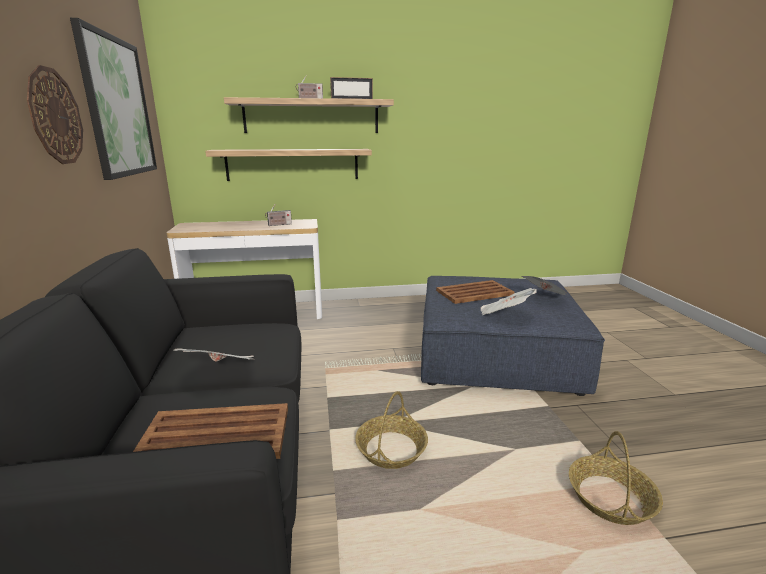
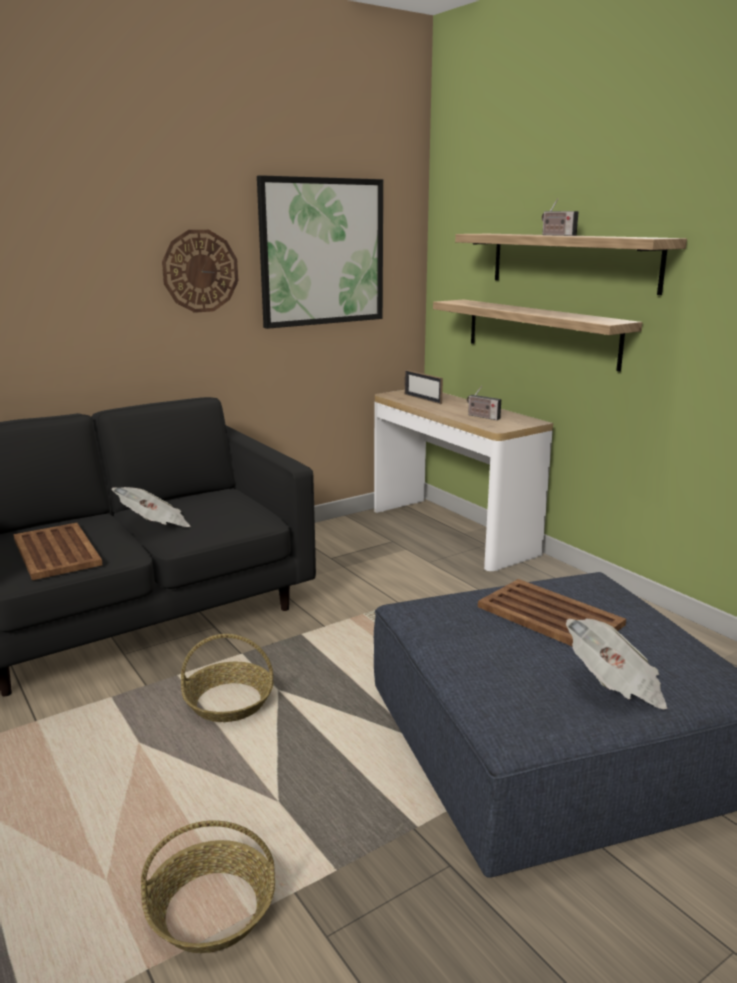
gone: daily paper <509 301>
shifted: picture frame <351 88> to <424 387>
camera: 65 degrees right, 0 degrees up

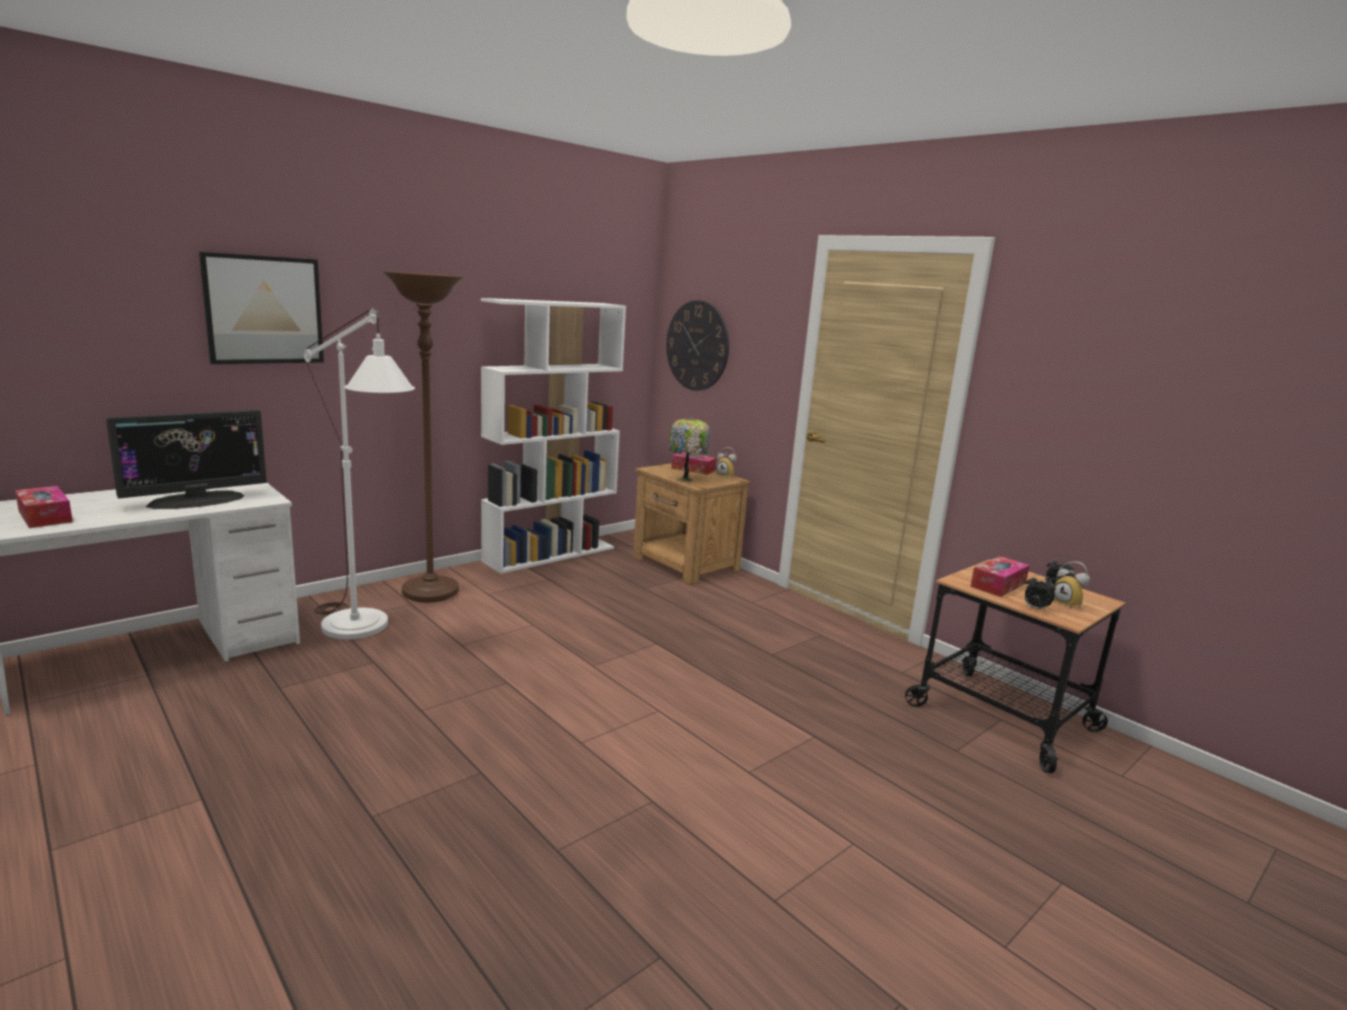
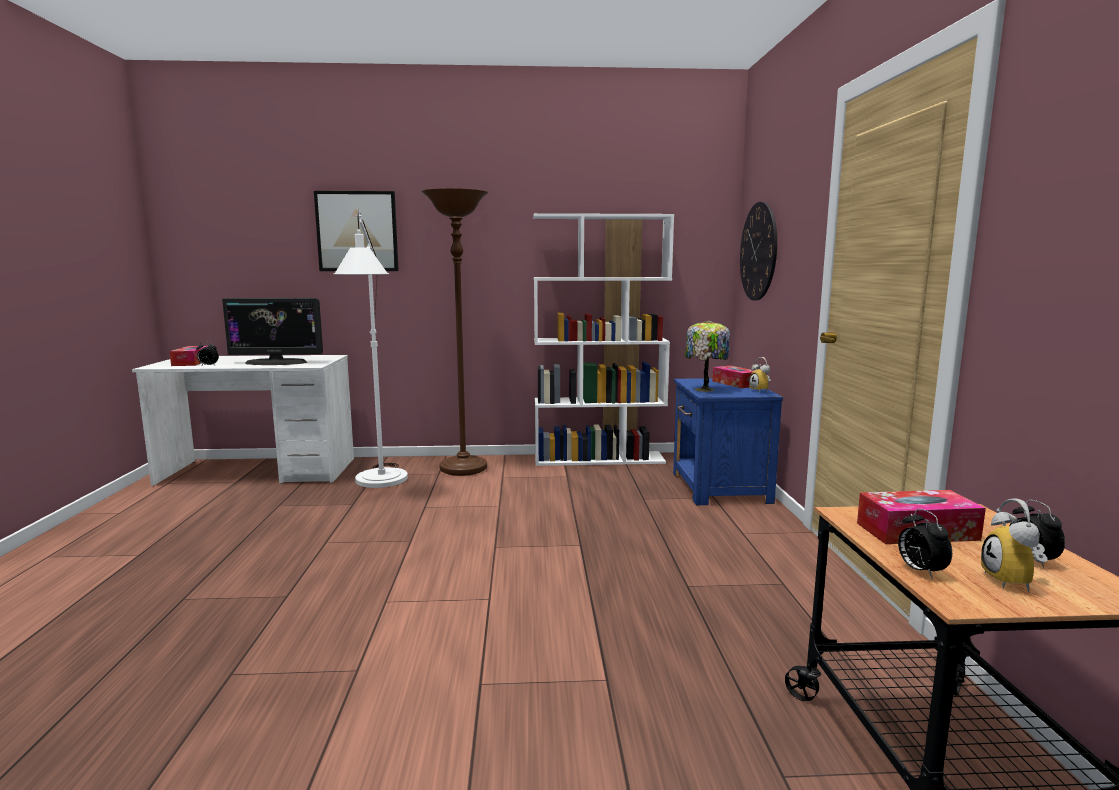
new: bedside clock <207 353>
repainted: nightstand/brown-coloured <691 524> to nightstand/blue <728 441>
camera: 40 degrees right, 5 degrees down

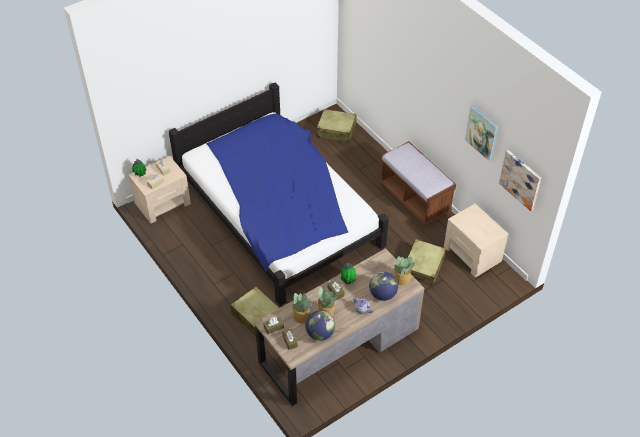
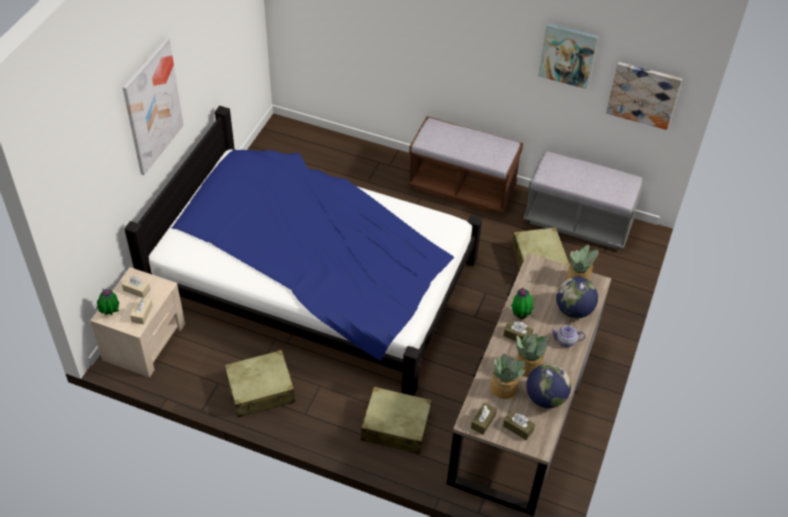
new: wall picture <153 106>
shifted: suitcase/beige-coloured <337 126> to <260 384>
swapped: nightstand/beige-coloured <476 240> to long seat/greyish <584 199>
camera: 35 degrees left, 0 degrees up

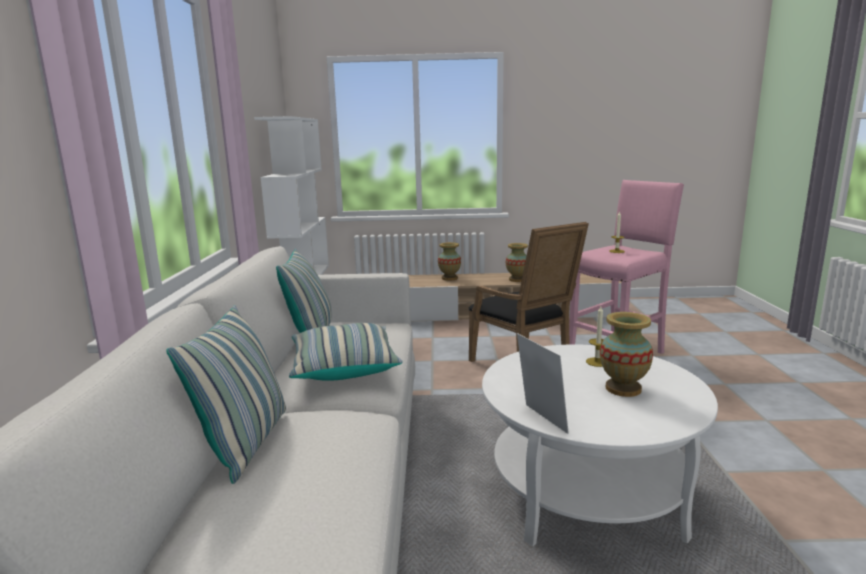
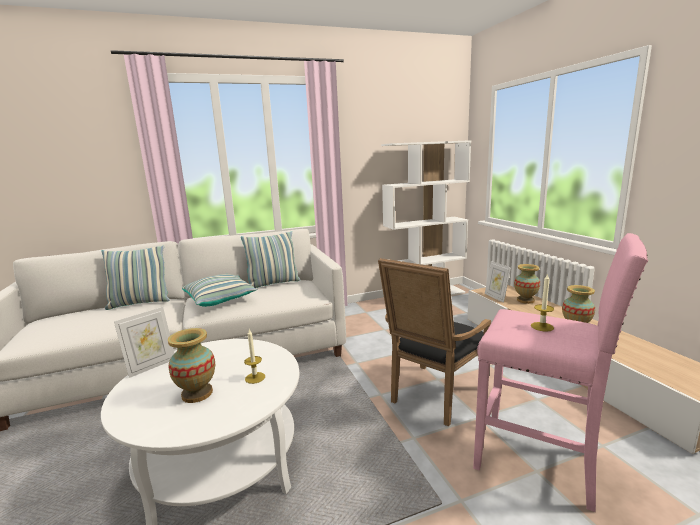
new: picture frame <498 282>
camera: 70 degrees right, 0 degrees up

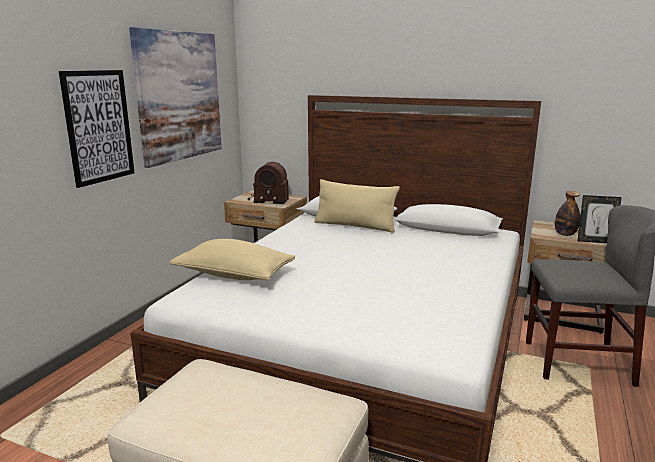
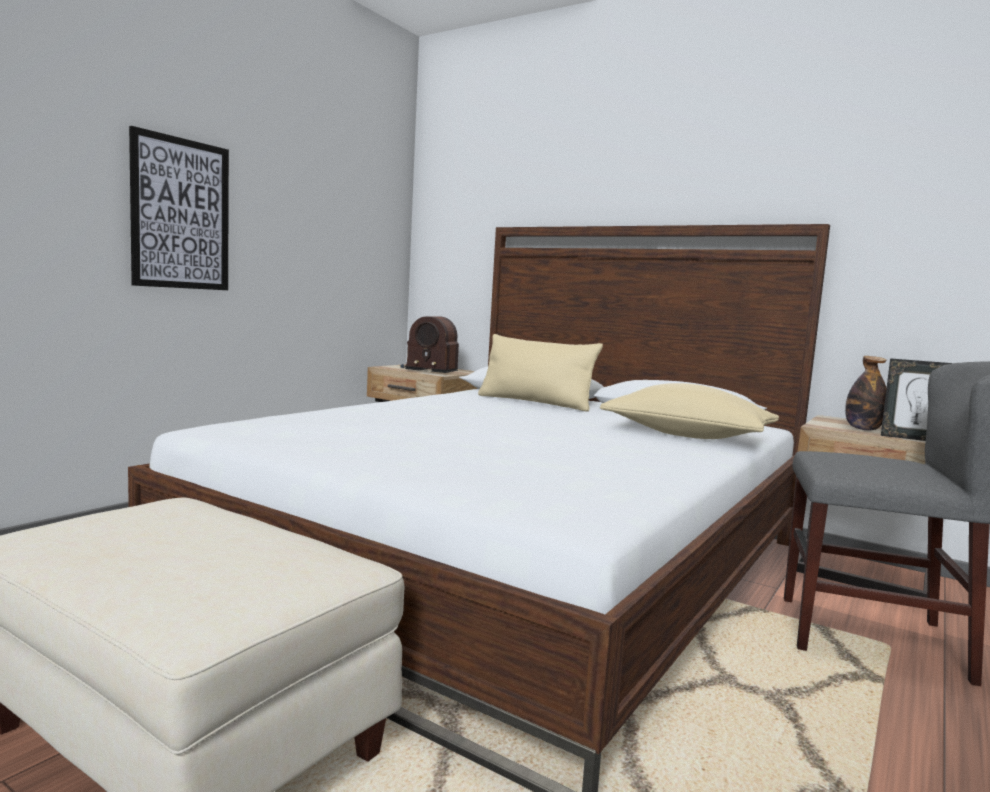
gone: wall picture <175 97>
shifted: throw pillow/beige-coloured <232 259> to <689 411>
camera: 10 degrees right, 10 degrees down

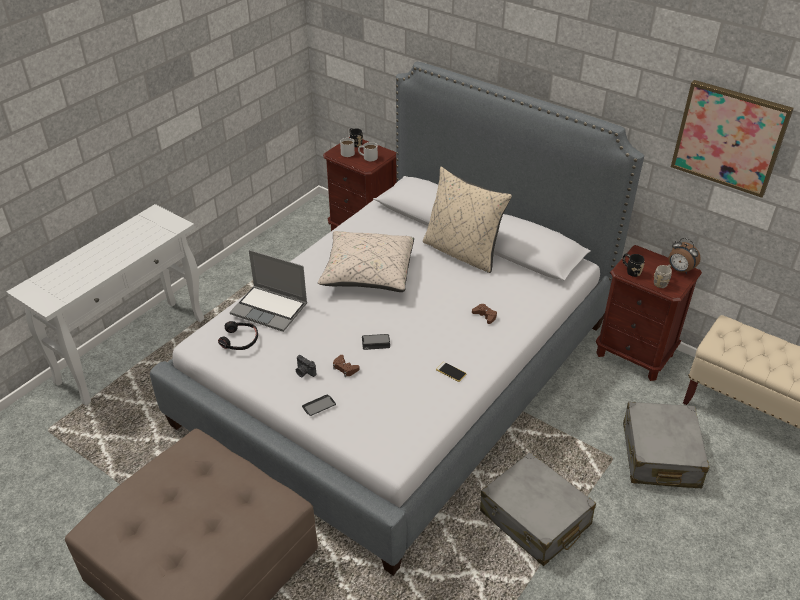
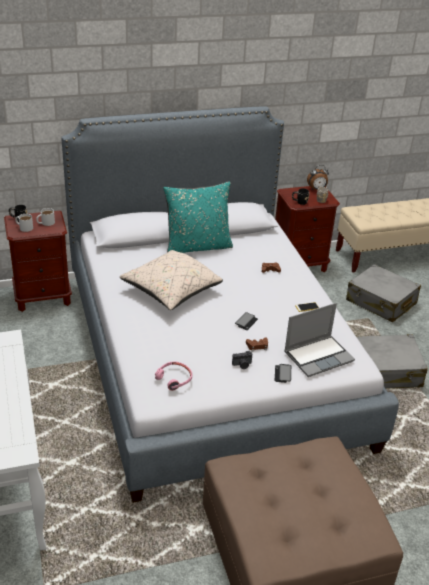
gone: wall picture <732 139>
shifted: notebook computer <268 291> to <319 340>
repainted: headset/black <238 335> to headset/pink-coloured <173 376>; throw pillow/beige-coloured <467 220> to throw pillow/turquoise-coloured <198 217>
camera: 55 degrees left, 5 degrees down

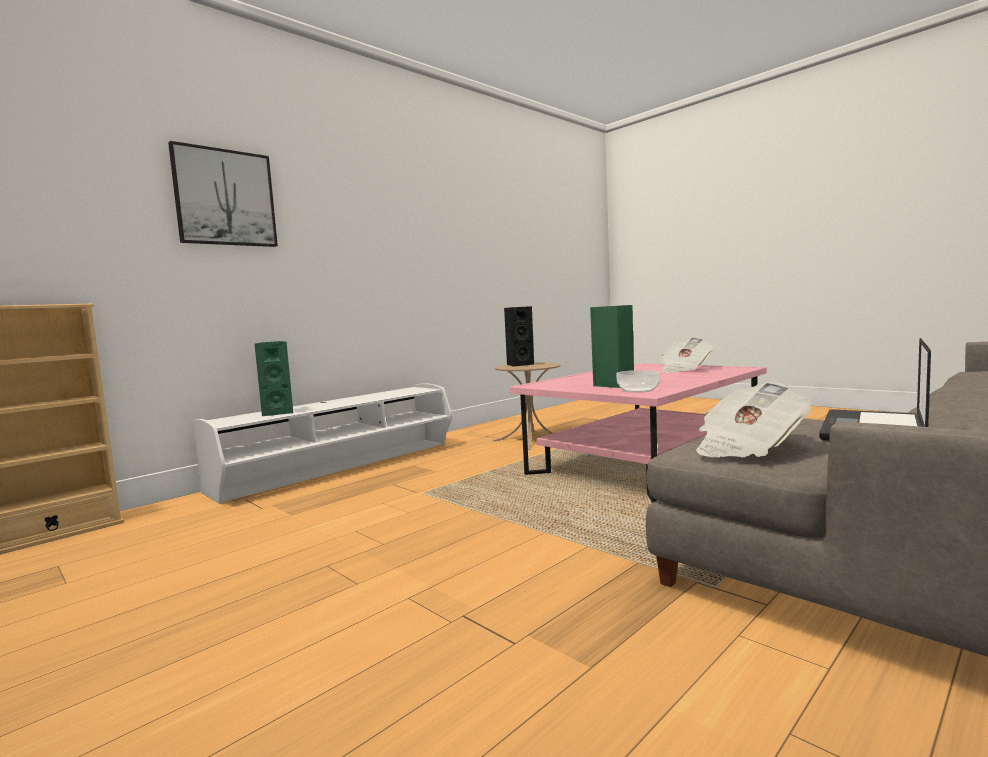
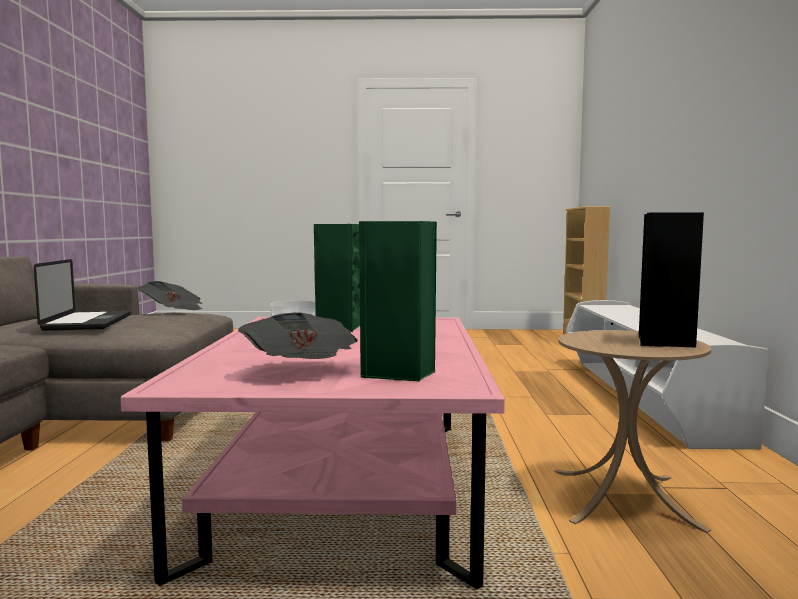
gone: wall picture <223 194>
shifted: audio speaker/green-coloured <273 378> to <398 301>
camera: 135 degrees right, 0 degrees up

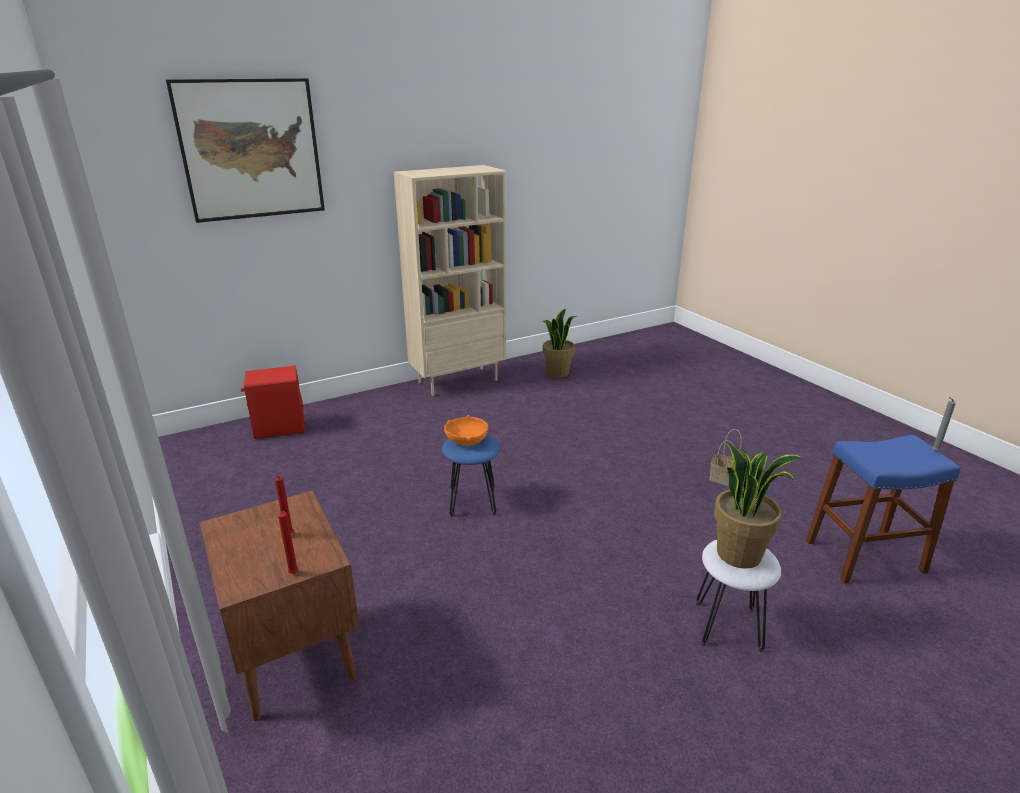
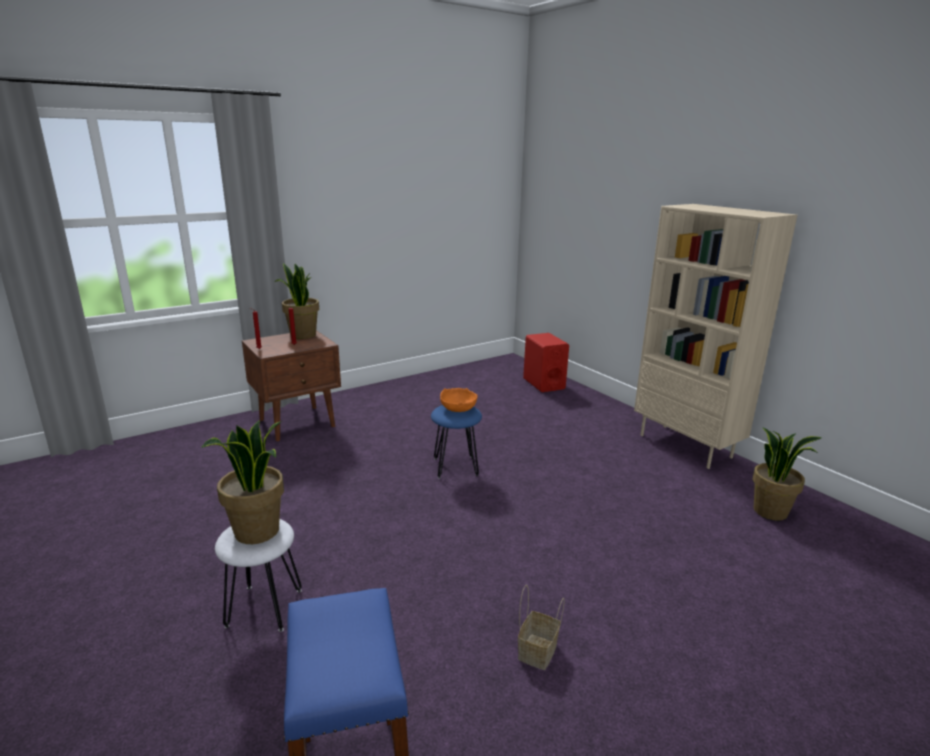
gone: wall picture <245 150>; wax candle/greyish <944 424>
new: houseplant <296 301>
camera: 85 degrees right, 5 degrees down

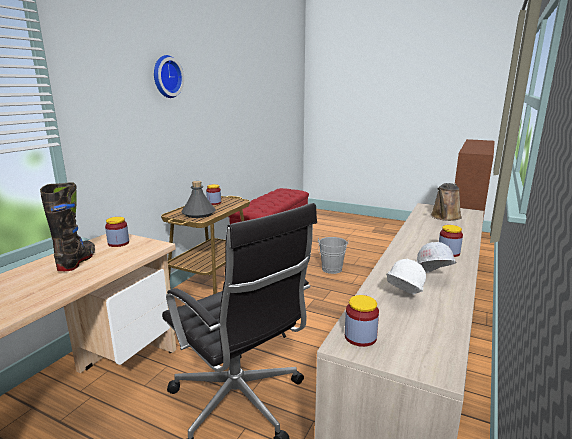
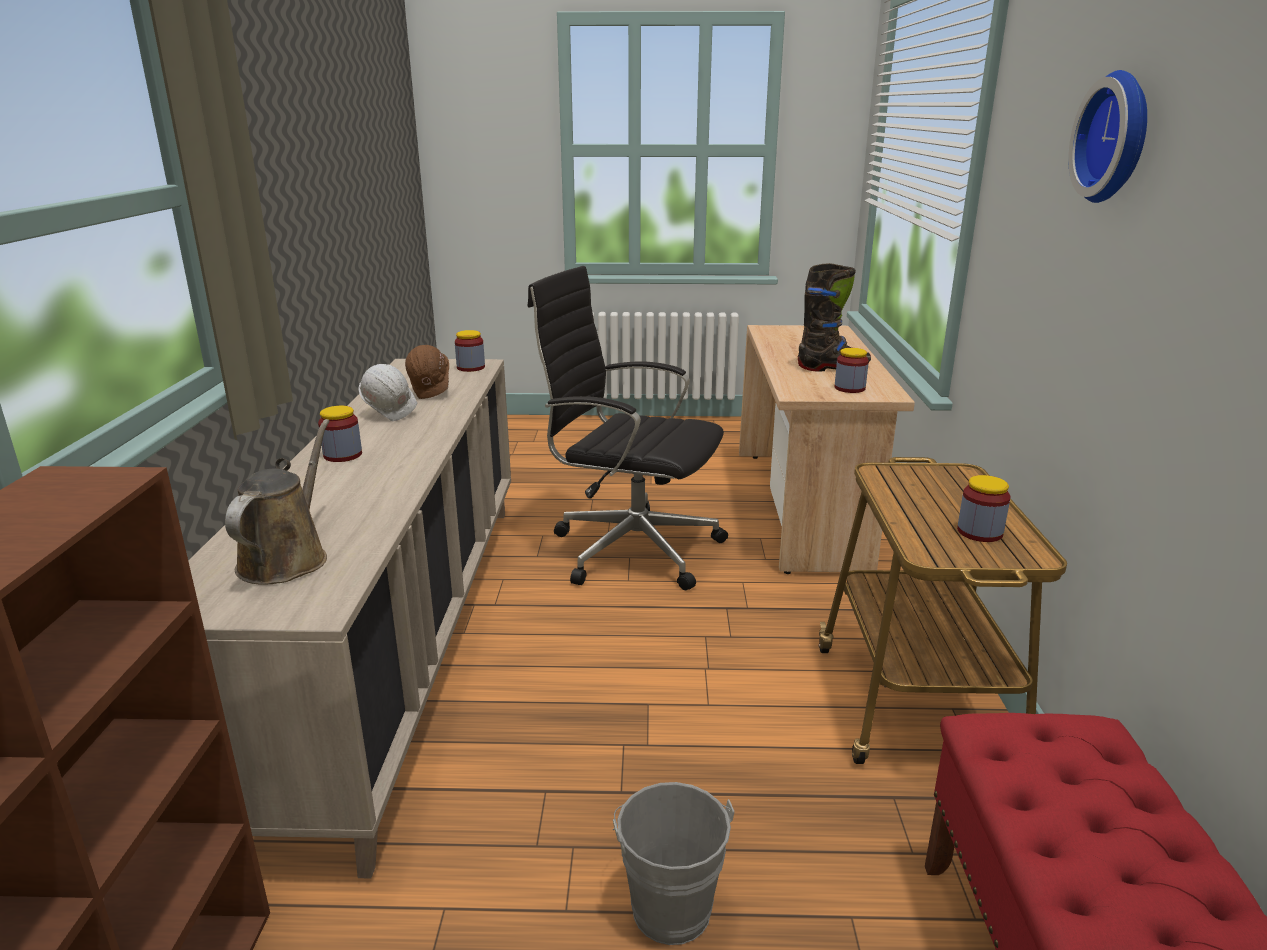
gone: beverage bottle/greyish <198 199>
repainted: hard hat/white <406 277> to hard hat/brown-coloured <427 372>
rotated: tall boot/black <67 226> = <834 317> 75 degrees counterclockwise
camera: 155 degrees right, 5 degrees up

